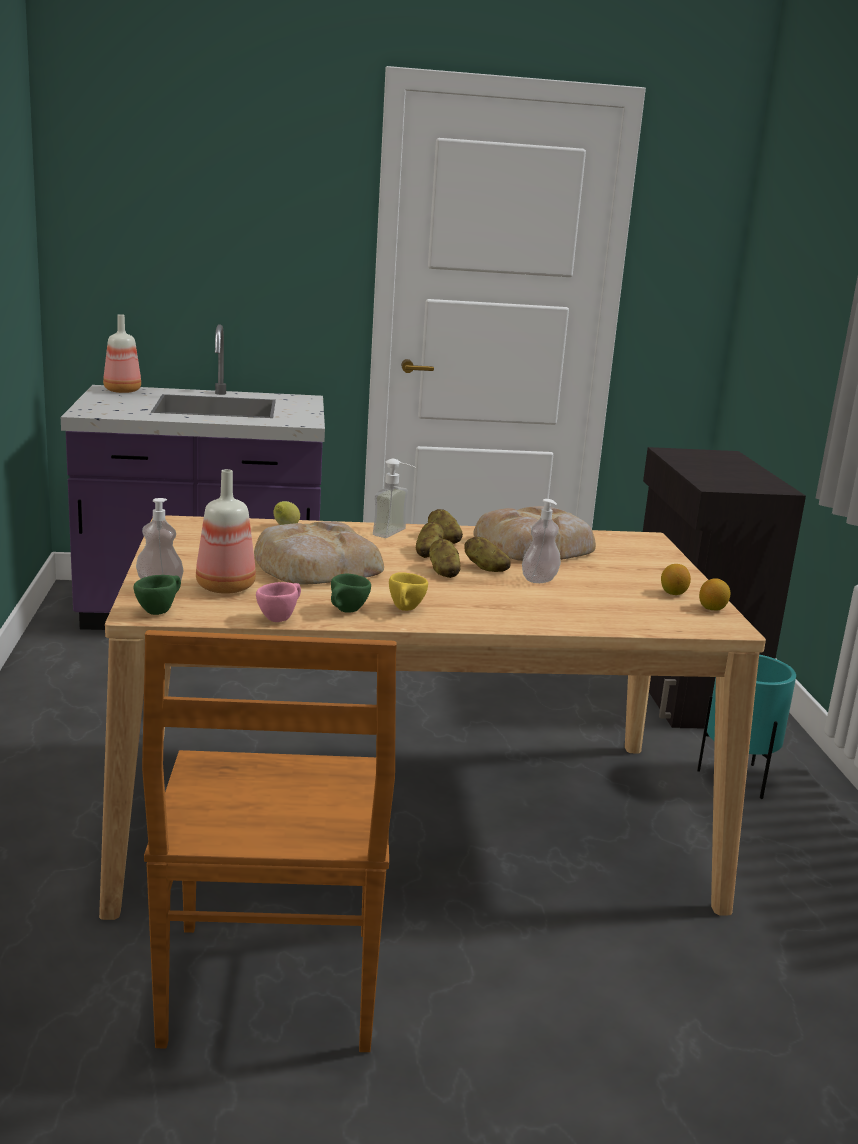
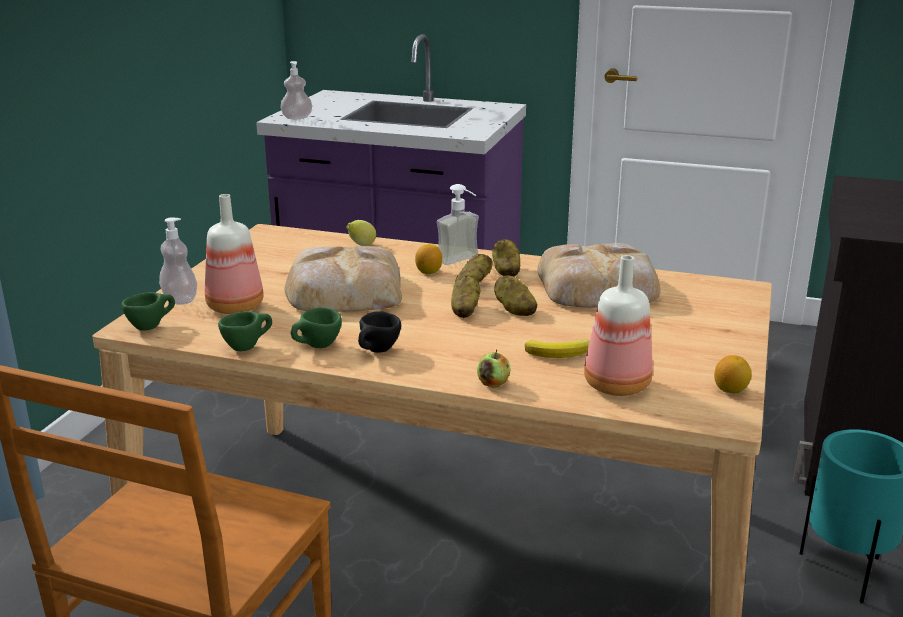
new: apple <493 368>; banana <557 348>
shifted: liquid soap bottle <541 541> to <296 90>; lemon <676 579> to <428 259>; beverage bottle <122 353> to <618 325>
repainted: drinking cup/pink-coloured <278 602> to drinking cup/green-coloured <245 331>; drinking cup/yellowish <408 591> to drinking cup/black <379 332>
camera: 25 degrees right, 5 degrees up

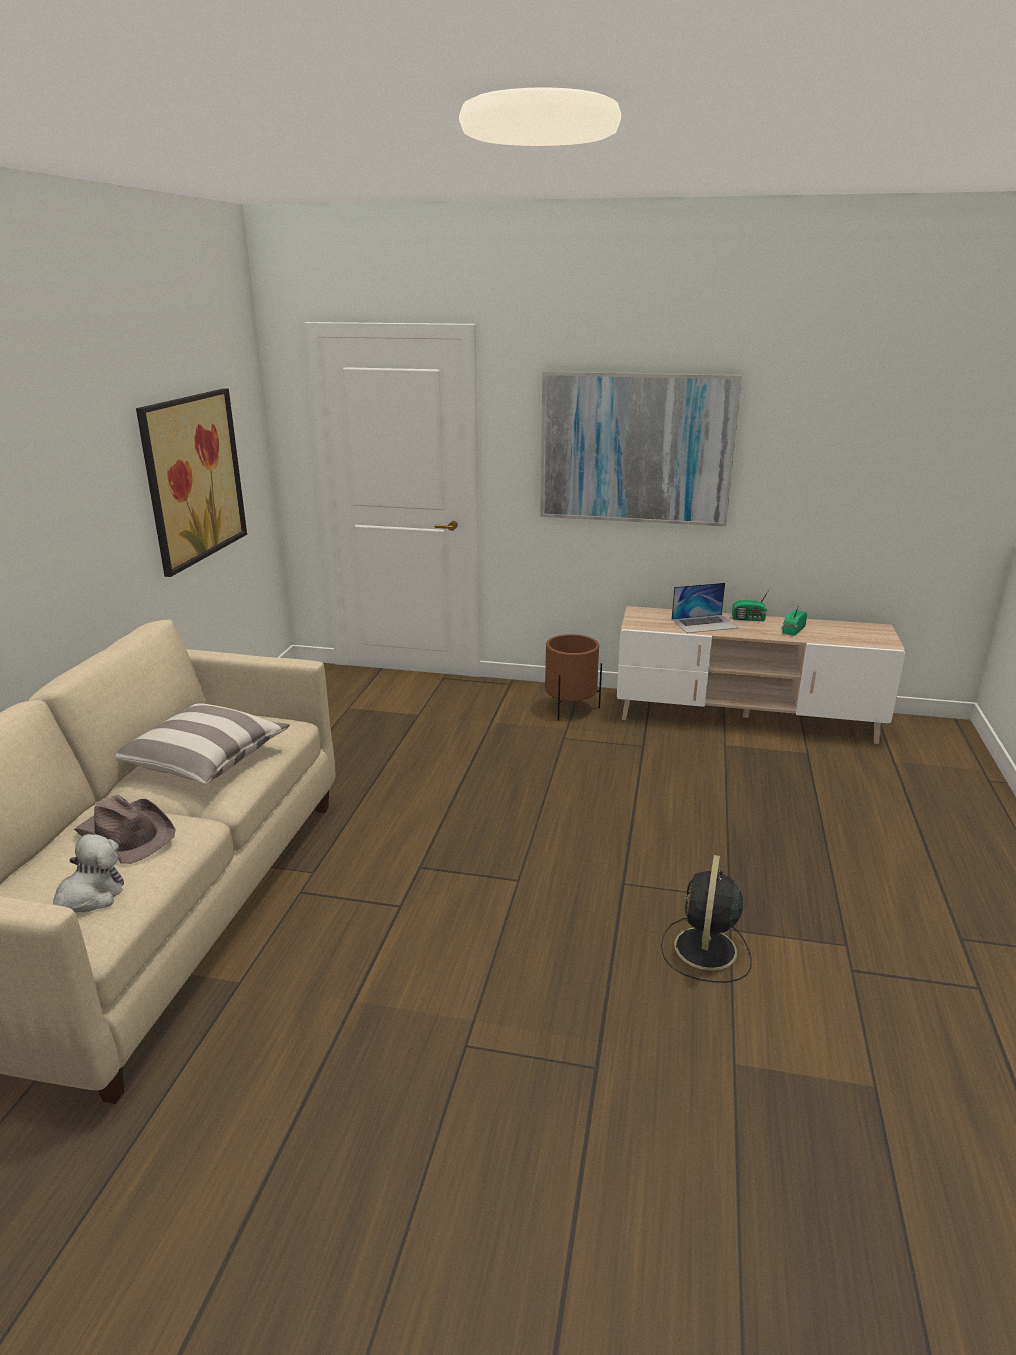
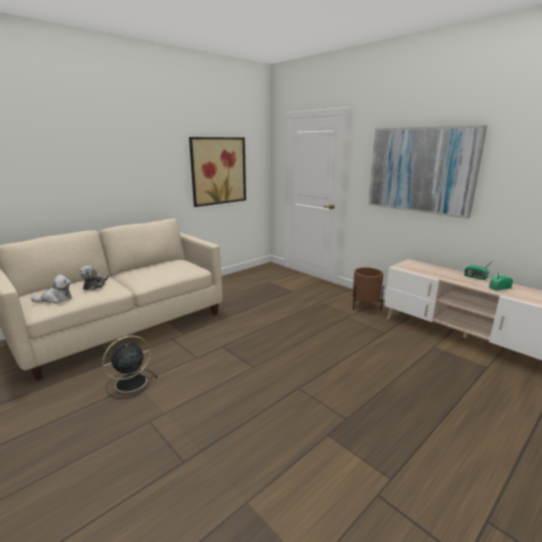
gone: throw pillow <202 743>; notebook computer <705 608>
shifted: fan/black <706 919> to <130 367>
swapped: clothing hat/brown-coloured <125 829> to cuddly toy <94 278>
camera: 35 degrees right, 5 degrees down

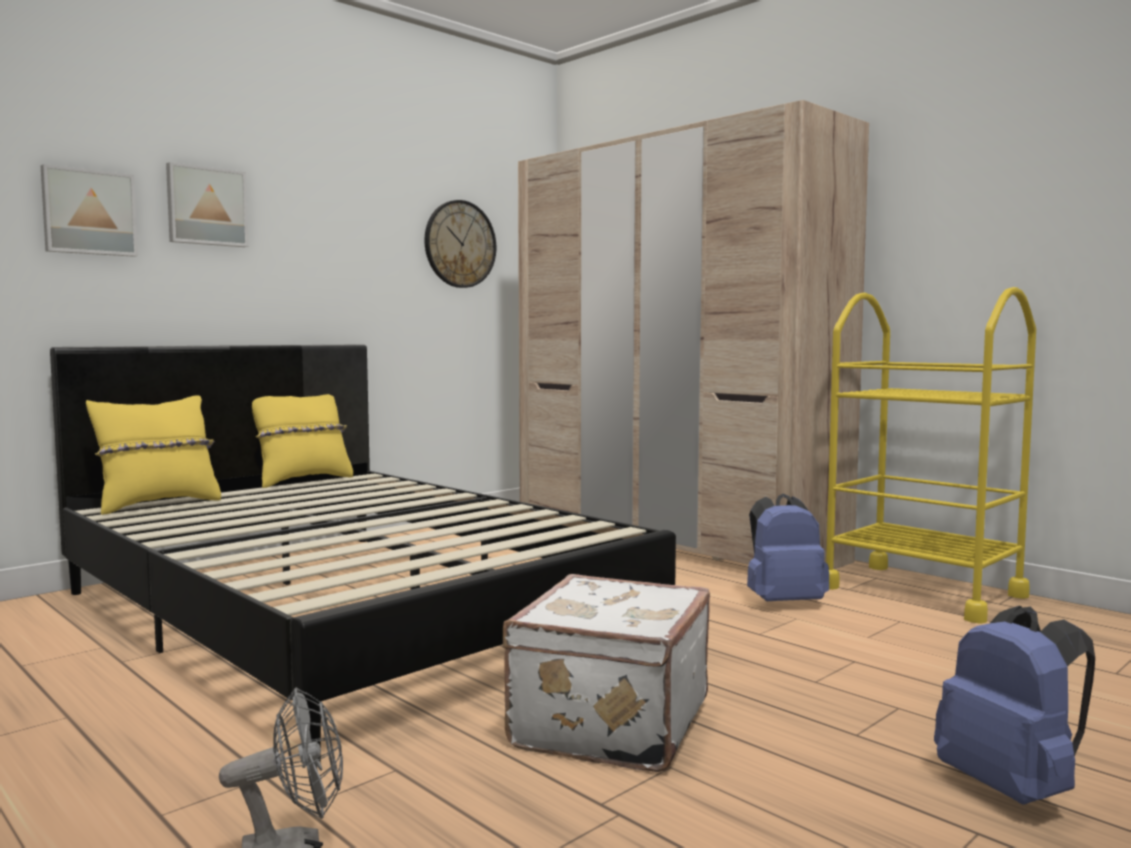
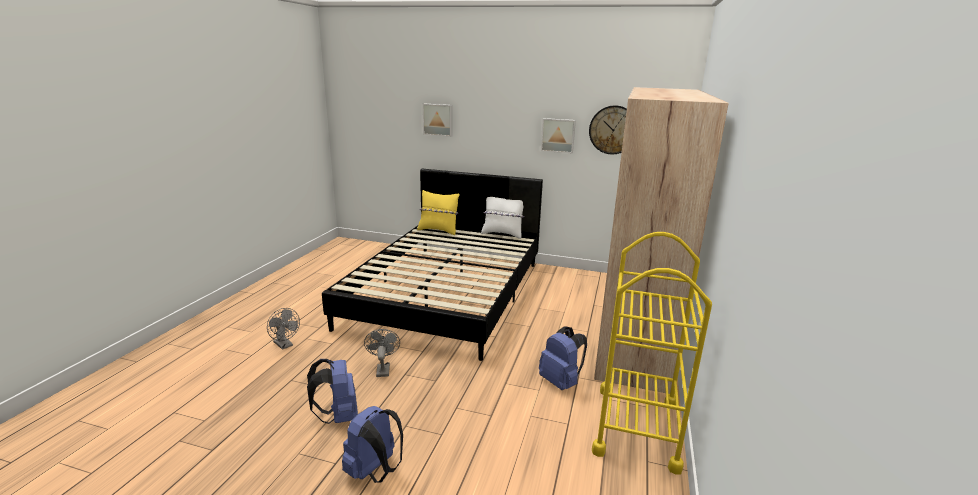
new: backpack/blue <332 391>
shifted: wall picture <207 204> to <558 135>
swapped: suitcase/white <606 673> to fan/greyish <382 353>
repainted: throw pillow/yellowish <302 441> to throw pillow/white <502 218>
camera: 60 degrees right, 15 degrees up

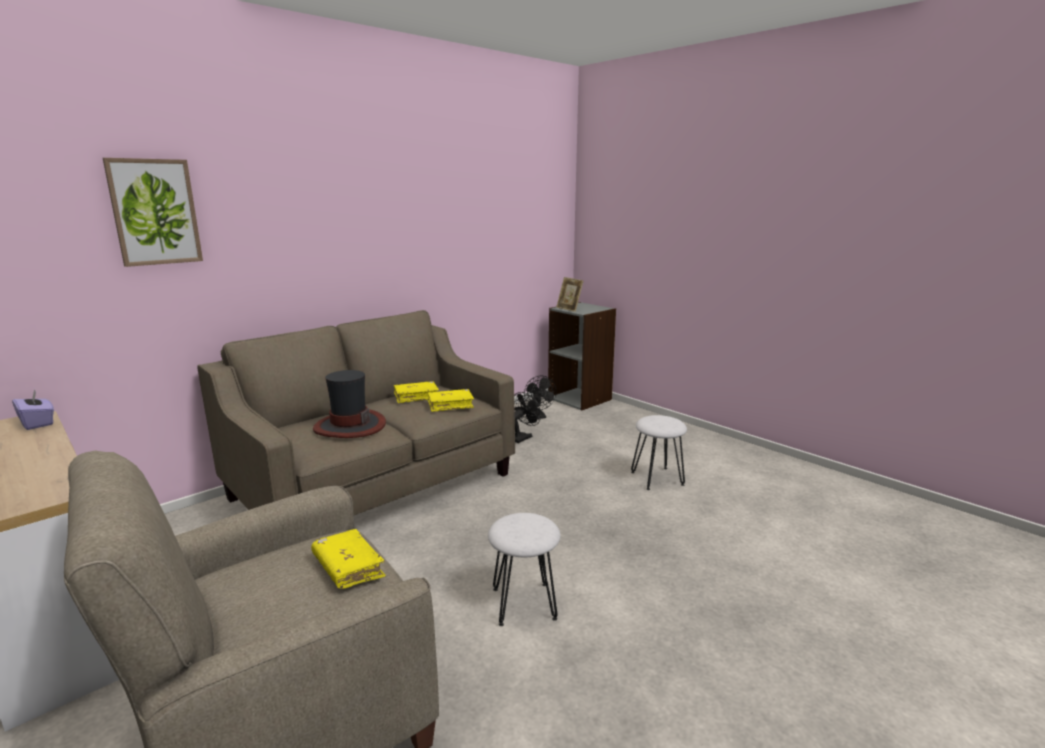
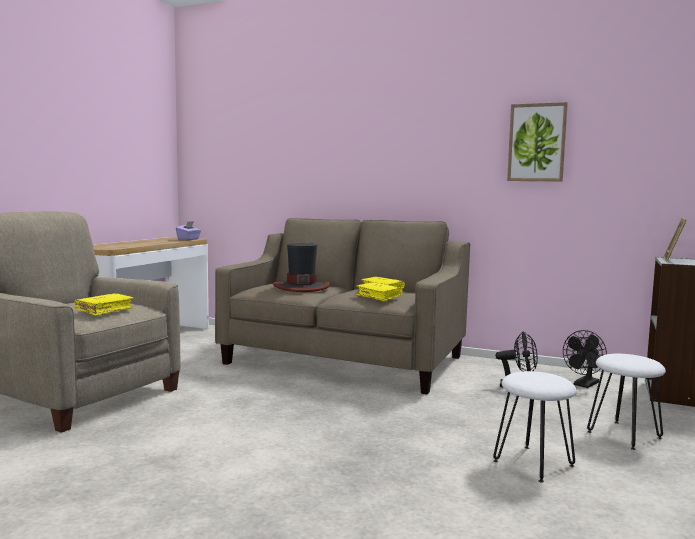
shifted: wall picture <153 212> to <537 142>; stool seat/white <524 569> to <626 402>
camera: 65 degrees right, 10 degrees down

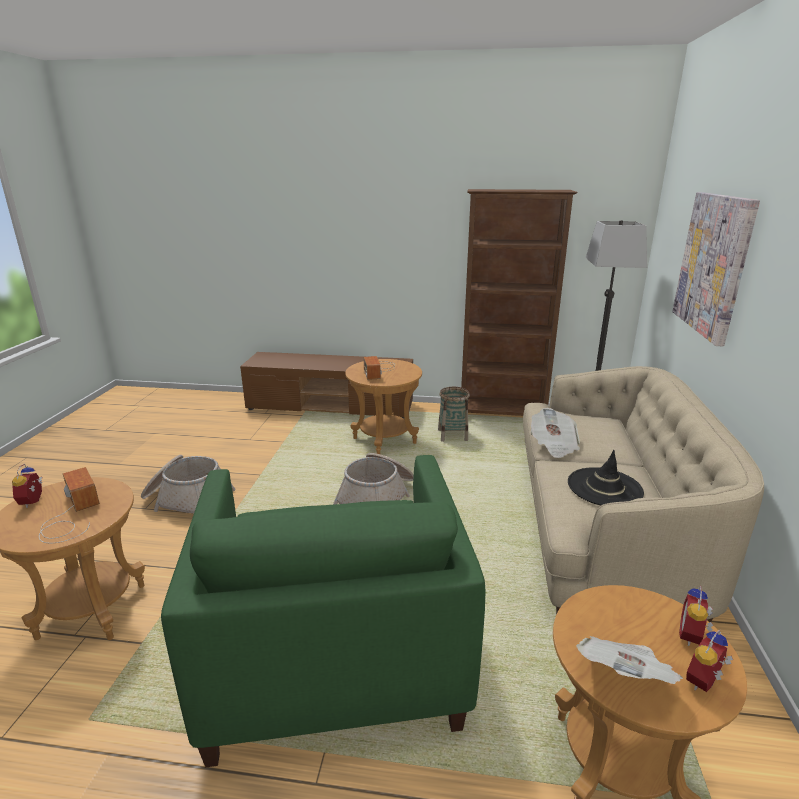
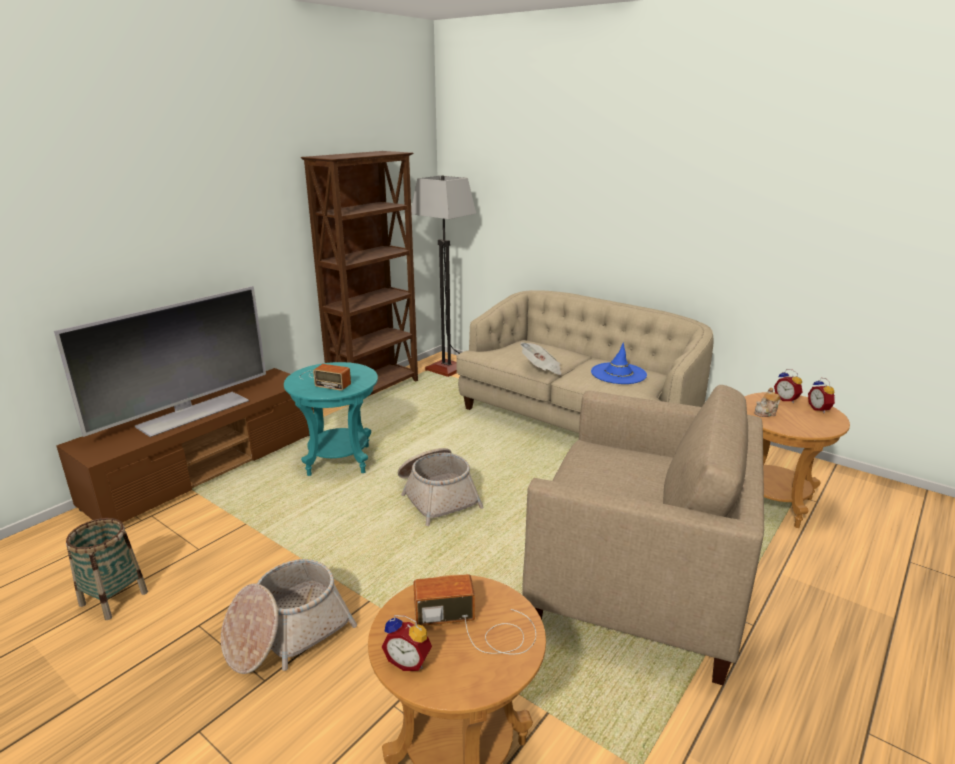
gone: daily paper <629 660>; wall picture <716 269>
new: TV set <160 361>; pot for tea <767 402>
shifted: basket <454 414> to <107 569>
repainted: accent table/brown-coloured <383 406> to accent table/turquoise-coloured <331 419>; easy chair/green-coloured <323 611> to easy chair/beige-coloured <643 535>; clothing hat/black <606 478> to clothing hat/blue <619 363>
camera: 60 degrees left, 0 degrees up

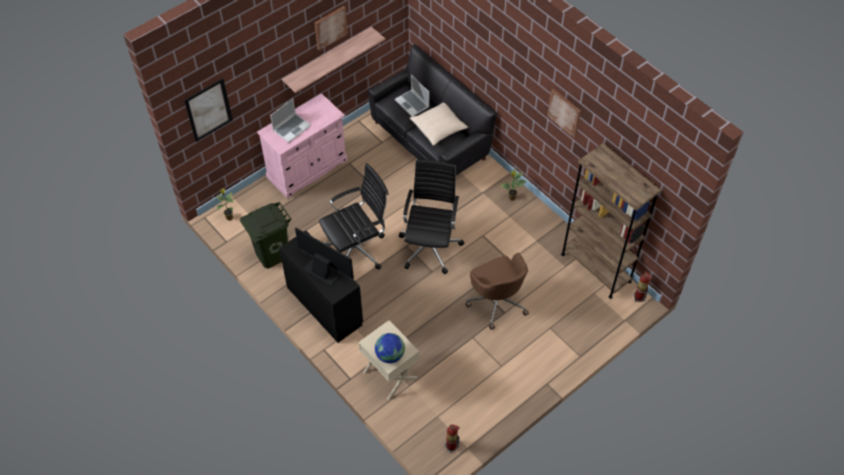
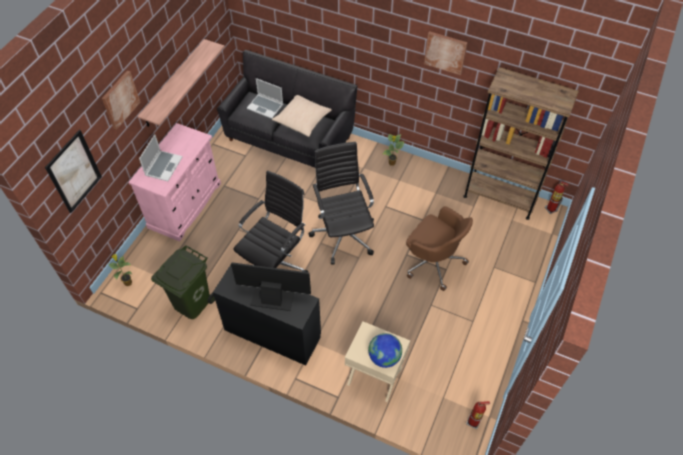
shifted: wall picture <331 28> to <121 100>
camera: 25 degrees left, 0 degrees up

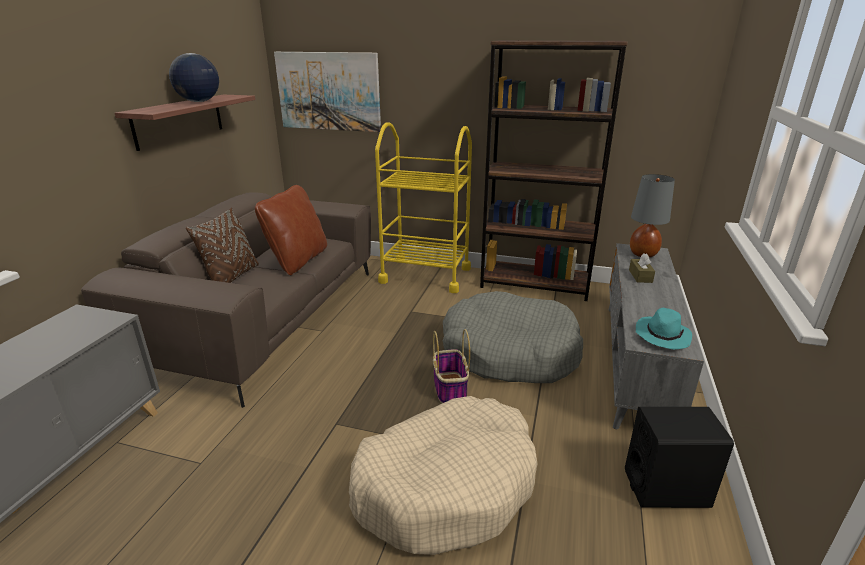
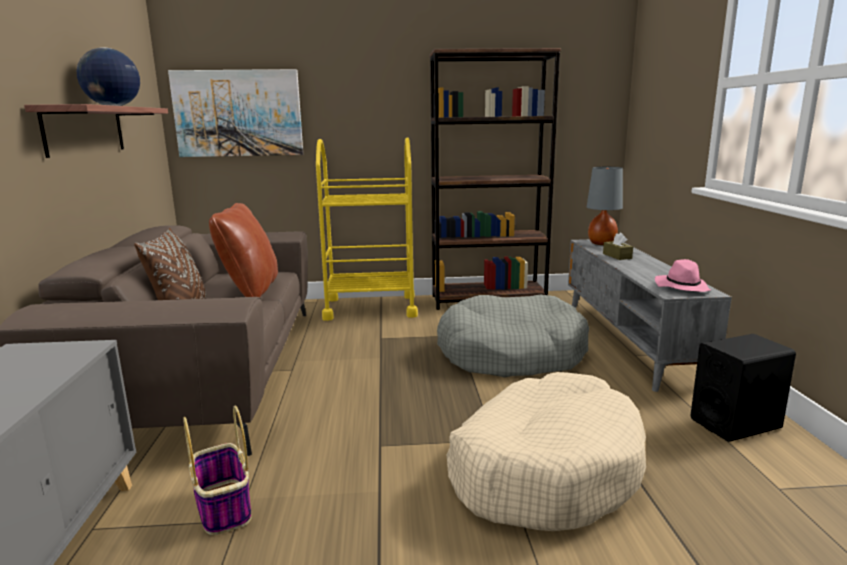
shifted: basket <451 366> to <217 470>
repainted: clothing hat/turquoise-coloured <664 328> to clothing hat/pink-coloured <683 275>
camera: 20 degrees left, 10 degrees down

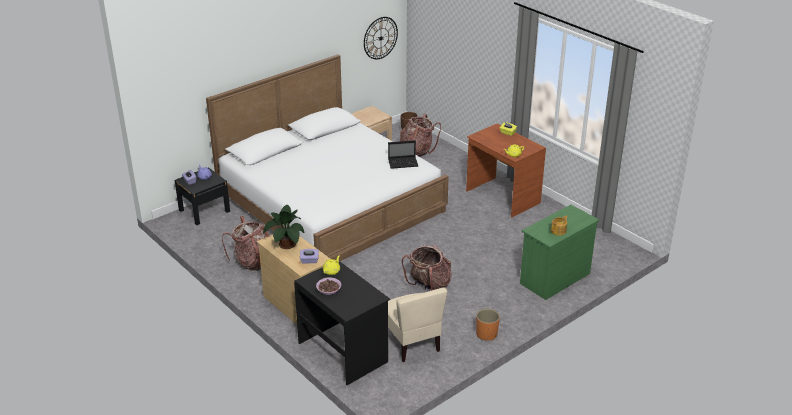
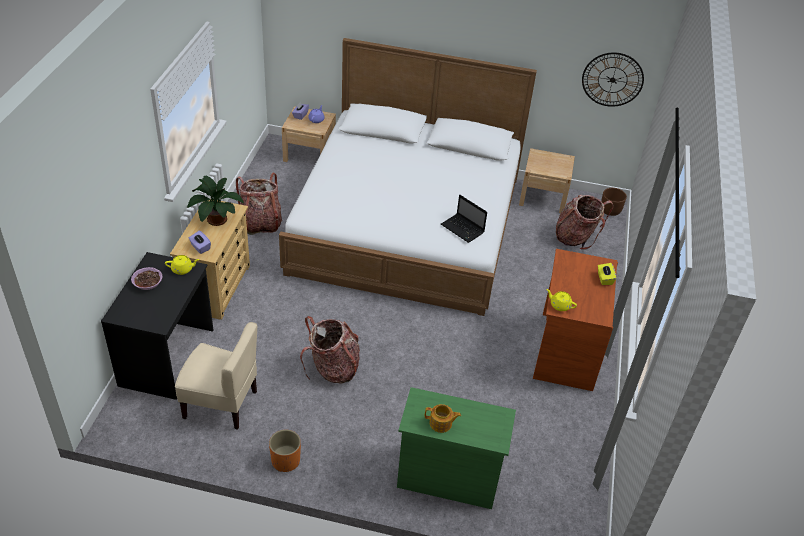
repainted: nightstand/black <202 196> to nightstand/beige-coloured <309 134>
rotated: upright chair/beige-coloured <418 324> = <216 376> 105 degrees counterclockwise
camera: 50 degrees right, 10 degrees up

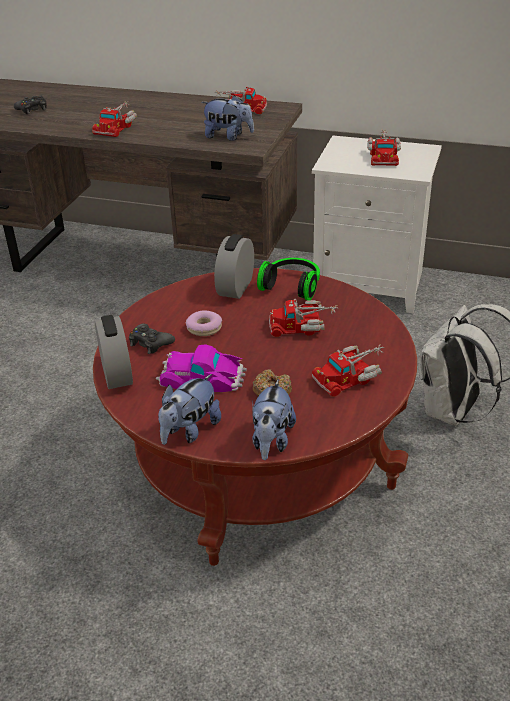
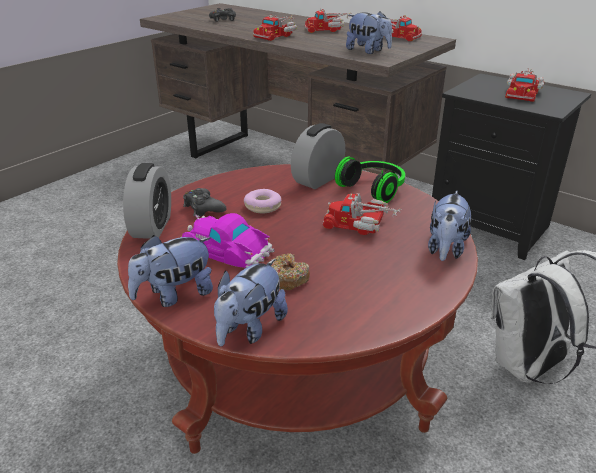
new: cuddly toy <449 226>
shifted: toy lorry <348 371> to <328 20>
repainted: nightstand/white <377 224> to nightstand/black <511 166>
camera: 20 degrees right, 5 degrees down

